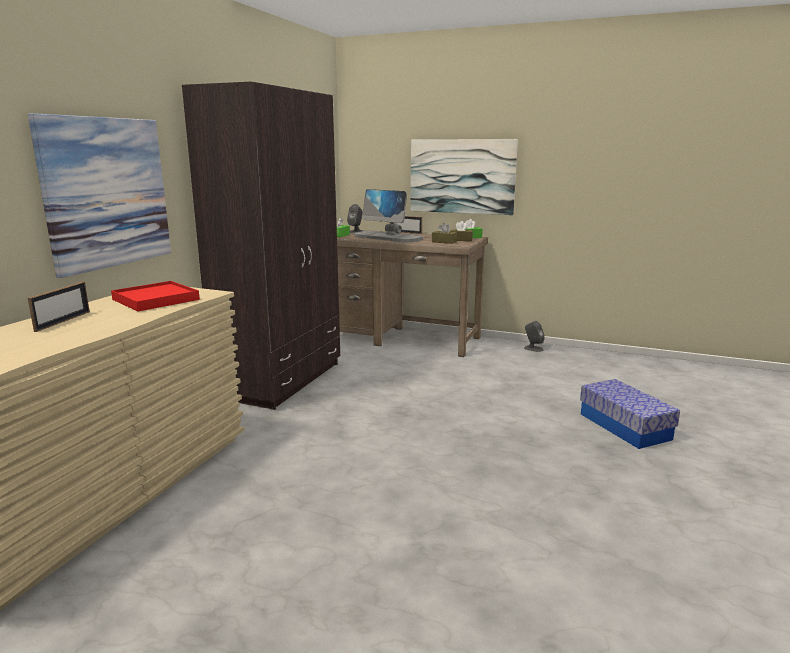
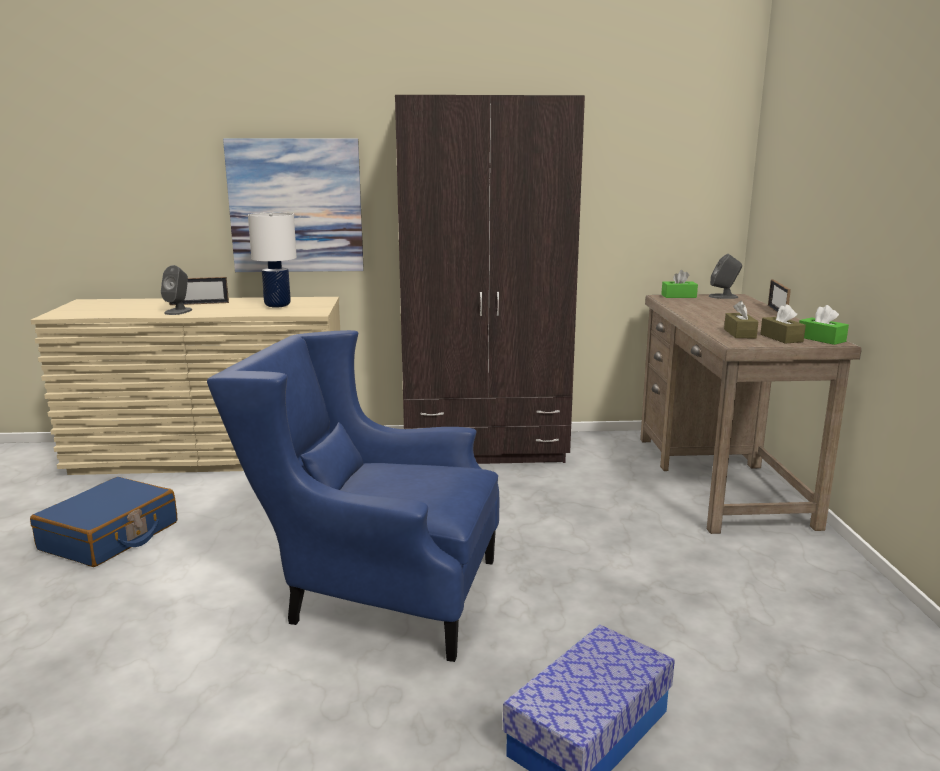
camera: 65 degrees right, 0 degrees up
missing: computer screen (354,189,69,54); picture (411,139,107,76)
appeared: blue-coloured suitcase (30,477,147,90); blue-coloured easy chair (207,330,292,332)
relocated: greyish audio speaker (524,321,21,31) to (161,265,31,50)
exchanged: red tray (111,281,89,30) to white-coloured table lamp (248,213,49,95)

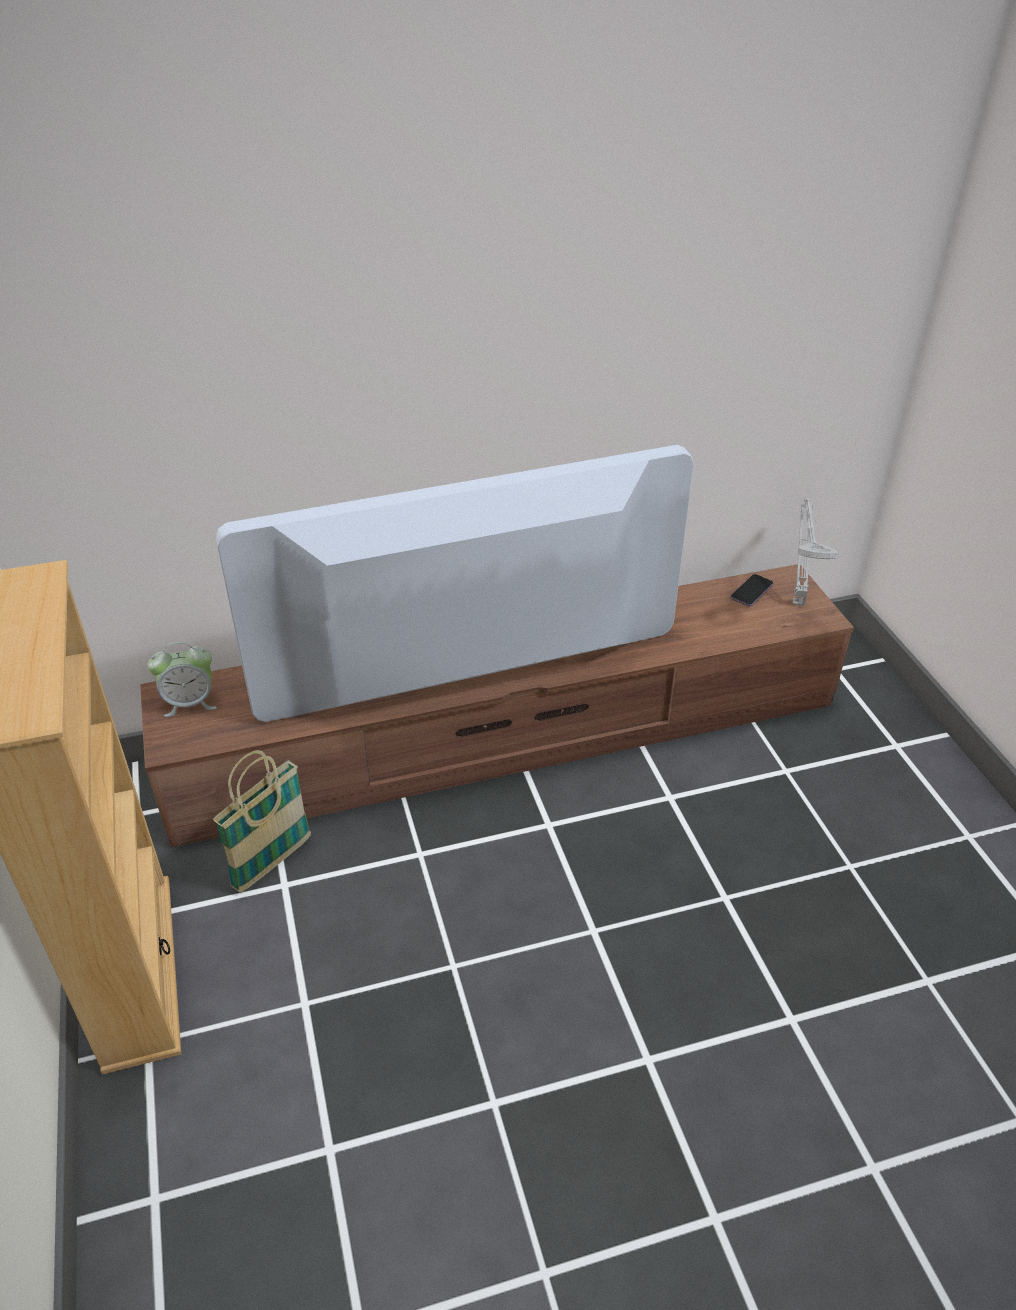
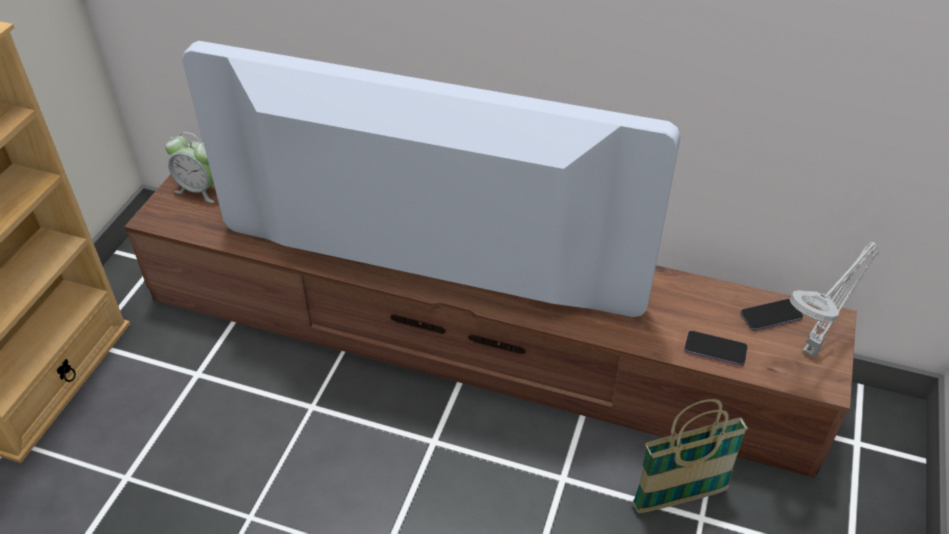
camera: 35 degrees right, 5 degrees up
appeared: handset (684,331,64,35)
relocated: basket (213,750,98,143) to (633,399,115,114)

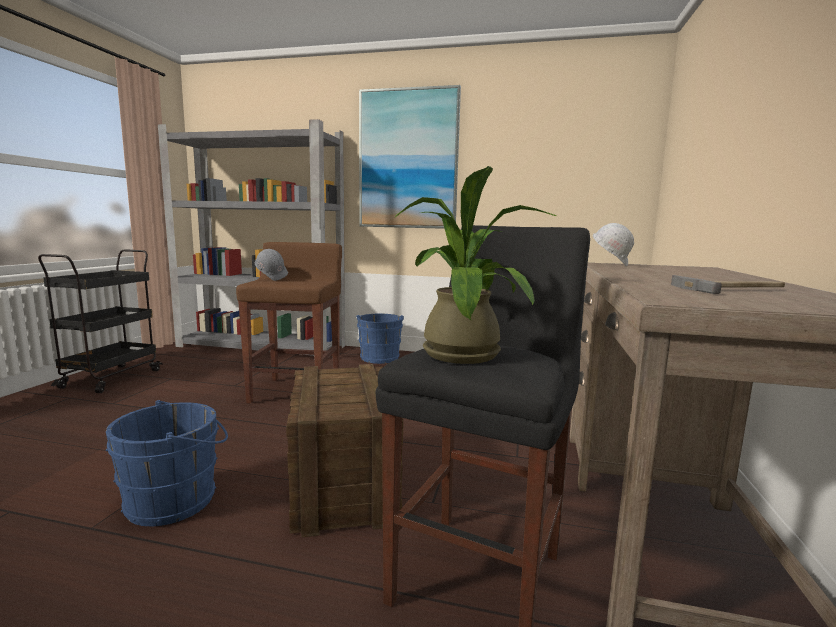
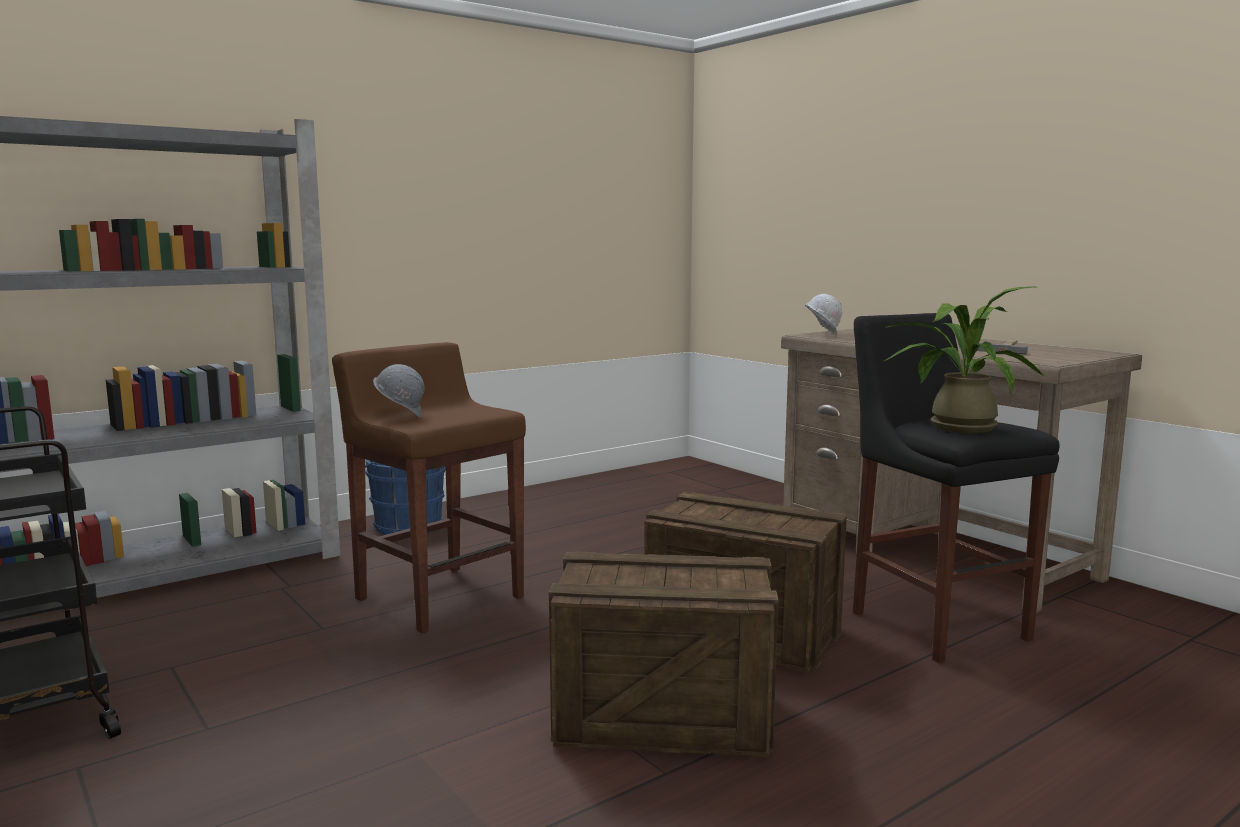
camera: 50 degrees left, 0 degrees up
missing: picture (359,85,102,144)
exchanged: blue-coloured bucket (106,400,122,126) to packing crate (549,551,229,207)

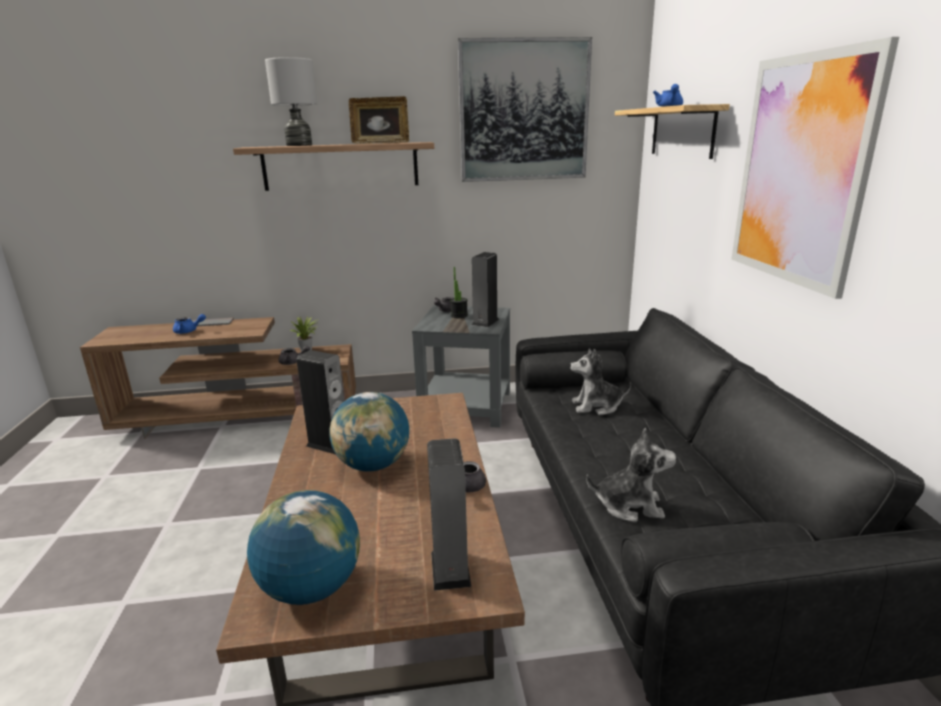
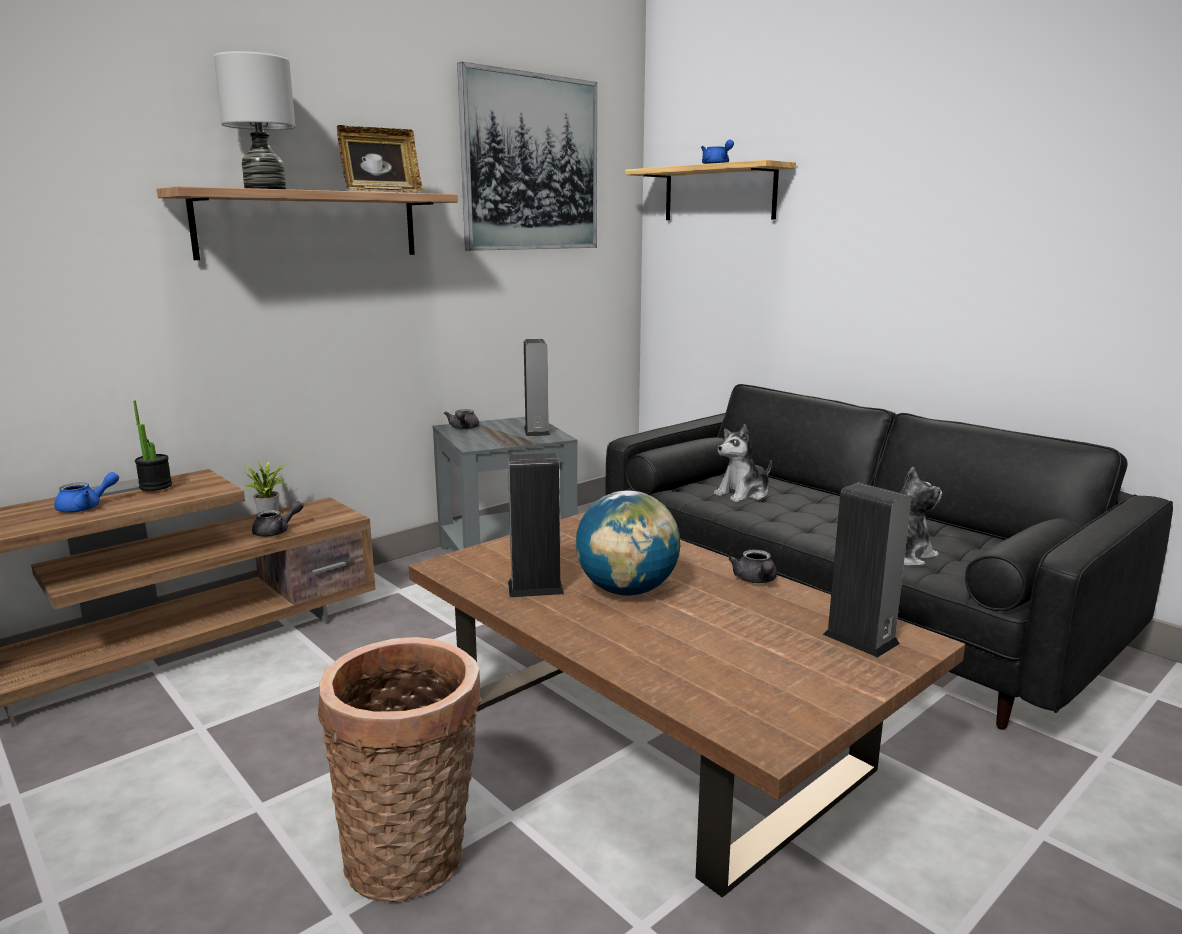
camera: 35 degrees left, 5 degrees down
missing: world globe (247,490,113,115); picture (731,37,168,262)
appeared: basket (318,637,164,265)
relocated: houseplant (451,267,17,51) to (133,400,39,91)

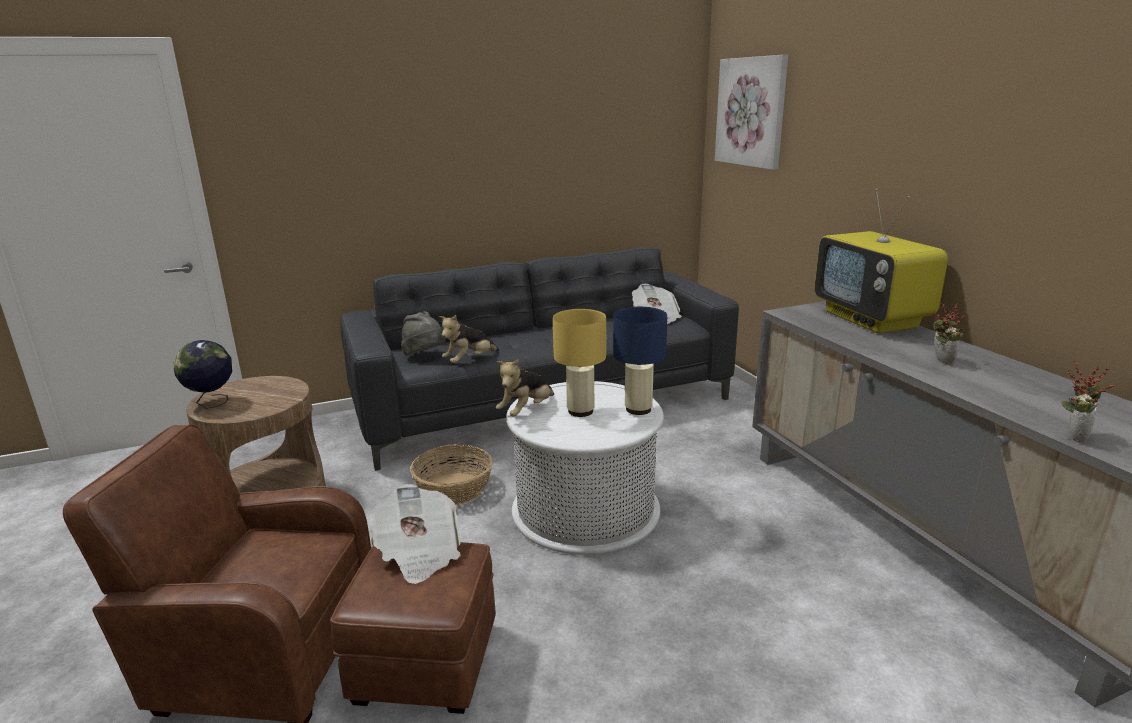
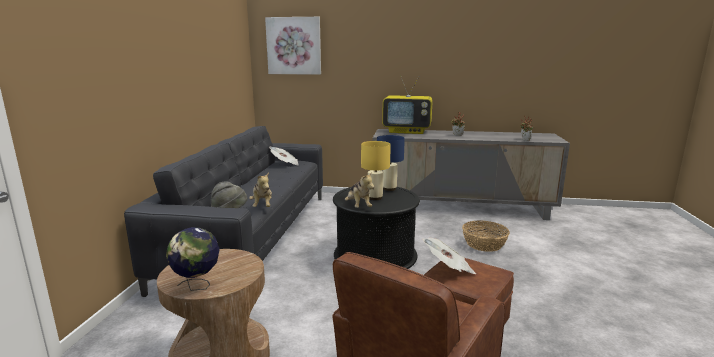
camera: 60 degrees left, 5 degrees down
relocated: basket (410,444,83,61) to (462,220,48,32)
colour: white-coloured low table (506,381,158,174) to black-coloured low table (333,187,87,82)

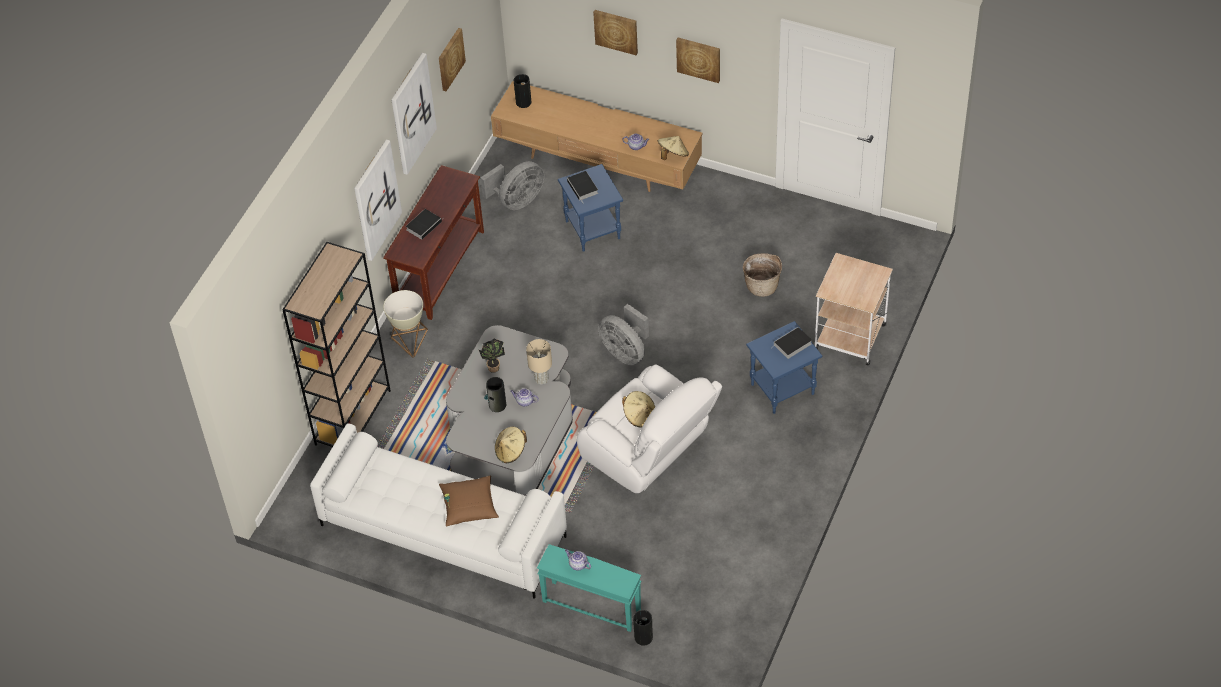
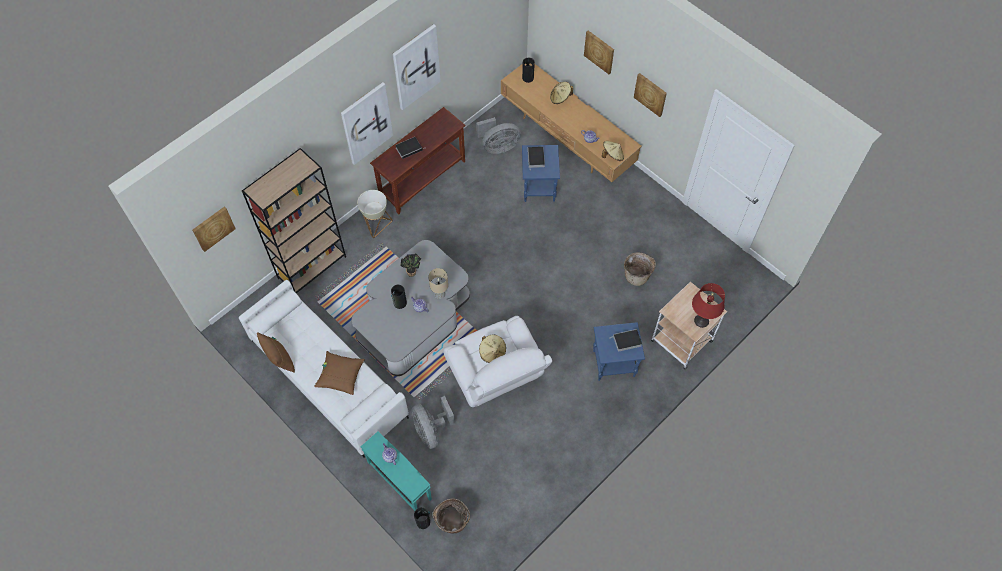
camera: 20 degrees right, 10 degrees up
appeared: brown pillow (257,332,38,41); basket (433,499,37,34); red table lamp (692,283,33,45)
relocated: picture (439,28,27,63) to (192,206,44,46); sand-coloured wearable hat (495,427,32,36) to (550,82,23,22); greyish electric fan (598,304,51,61) to (413,396,42,53)

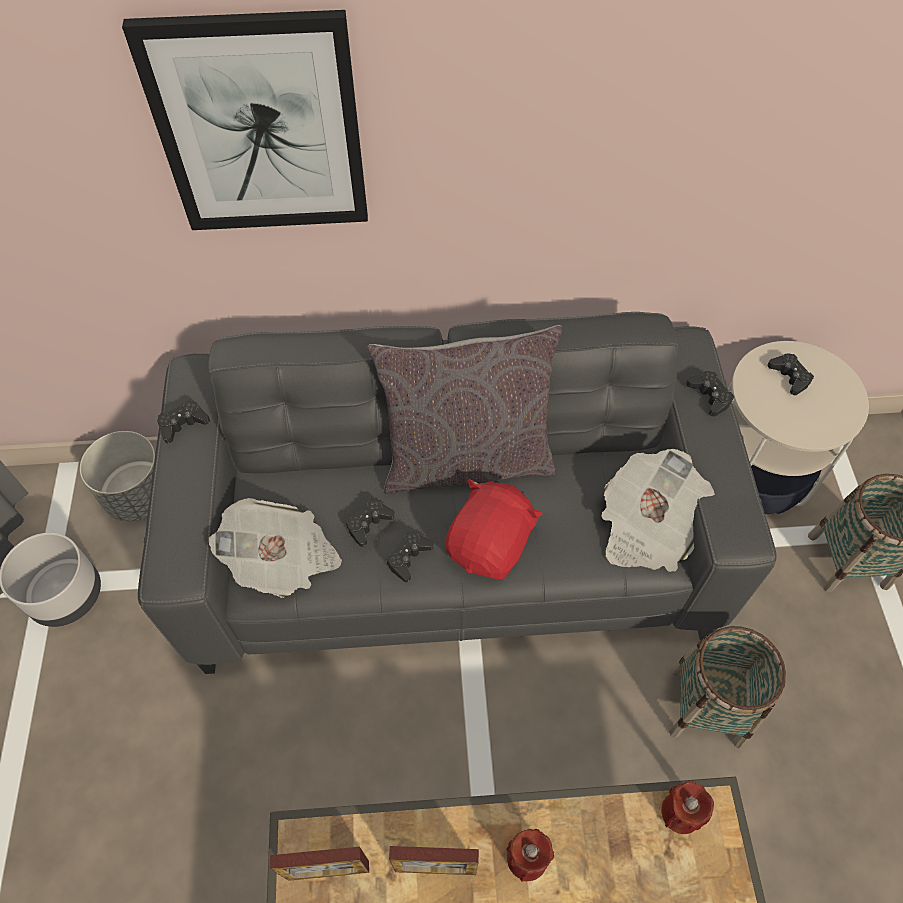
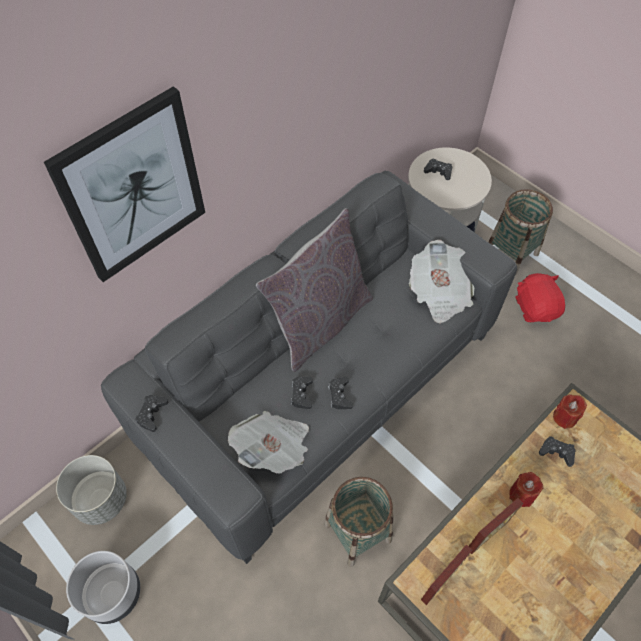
camera: 40 degrees left, 0 degrees up
relocated: red plush toy (446,479,96,100) to (516,273,49,49); basket (669,626,117,122) to (324,477,69,90); black-coloured joypad (686,371,48,46) to (539,436,36,31)

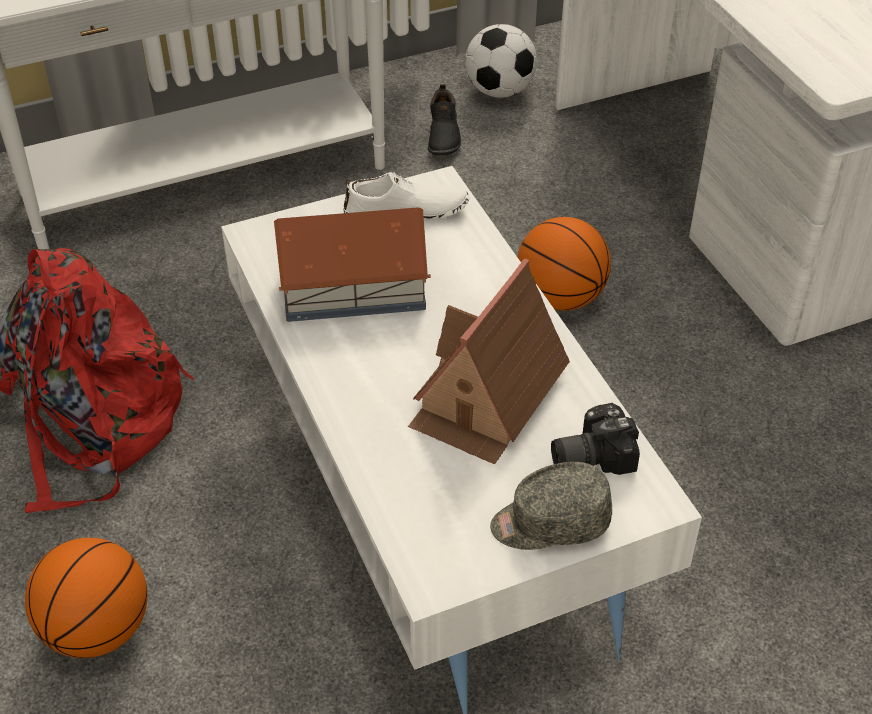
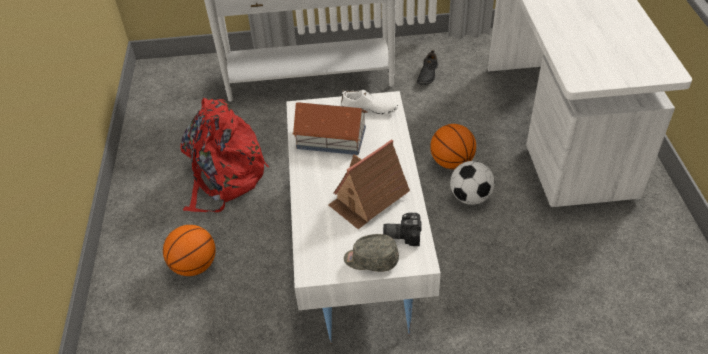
camera: 20 degrees right, 0 degrees up
relocated: football ball (465,24,72,74) to (450,161,45,44)

